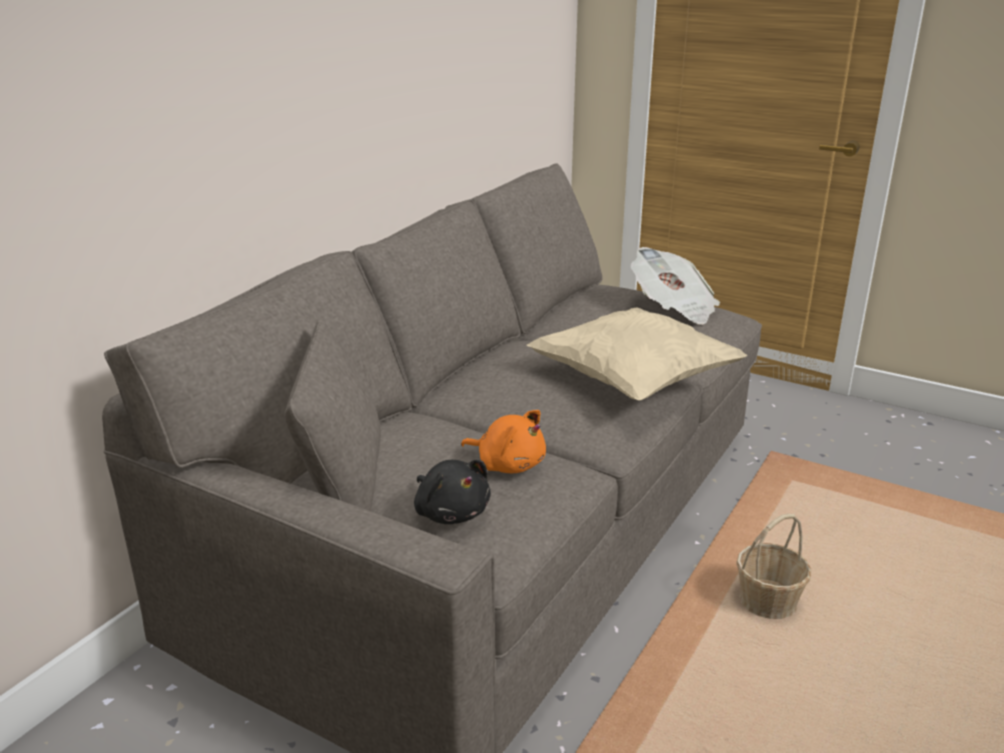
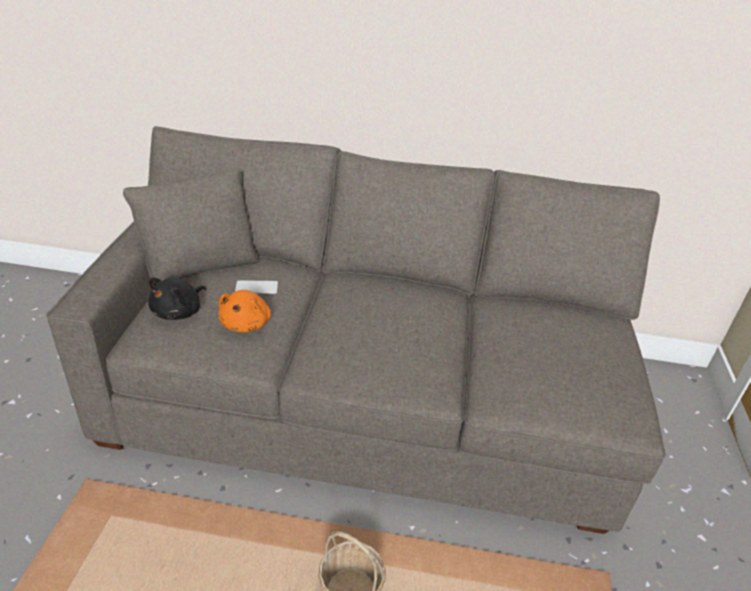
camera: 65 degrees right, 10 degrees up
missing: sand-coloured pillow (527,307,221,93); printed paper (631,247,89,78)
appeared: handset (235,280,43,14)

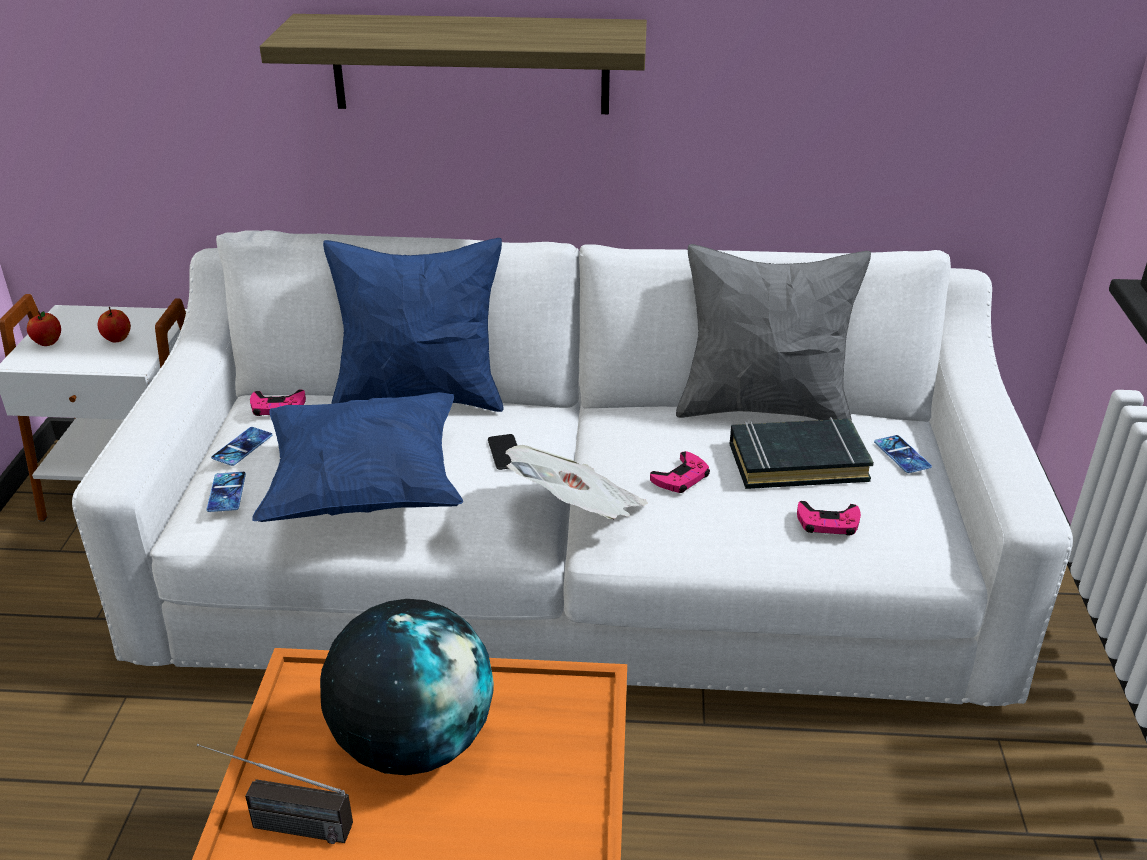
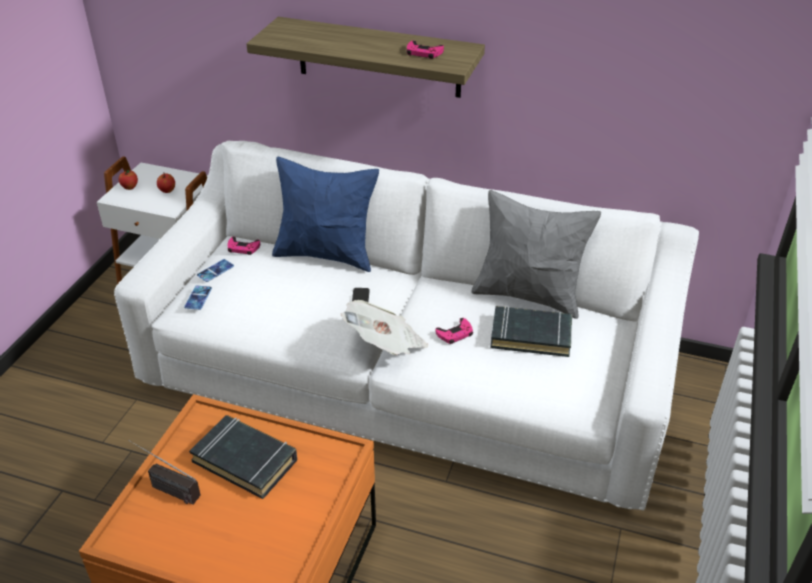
camera: 15 degrees right, 5 degrees up
missing: blue-coloured pillow (252,392,211,130); handset (874,435,58,38)
relocated: pink-coloured joypad (797,501,64,35) to (407,41,37,18)
exchanged: world globe (320,599,174,176) to black-coloured volume (189,415,108,84)

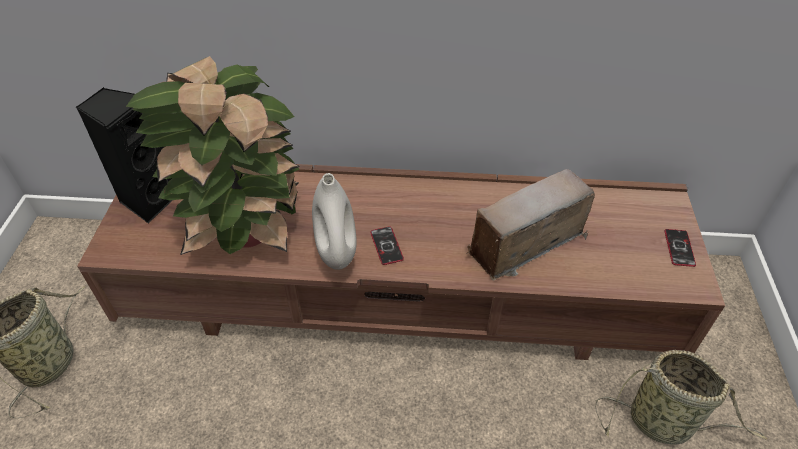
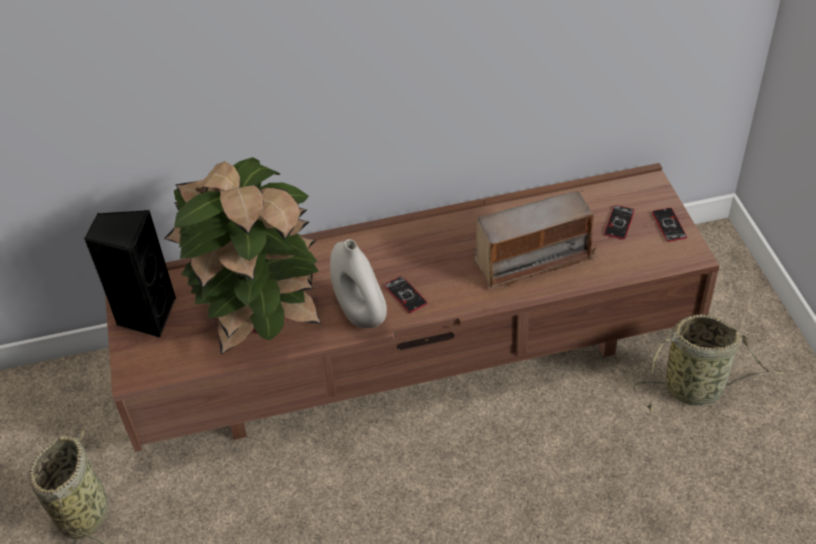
camera: 15 degrees left, 0 degrees up
appeared: handset (604,205,31,34)
spun: radio (467,169,128,111) = (474,190,122,98) 150 degrees counterclockwise

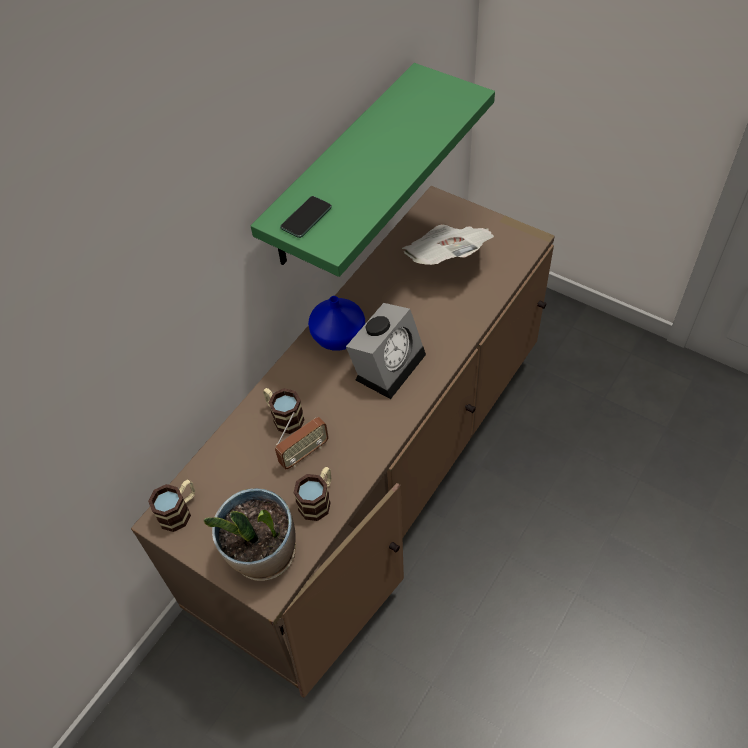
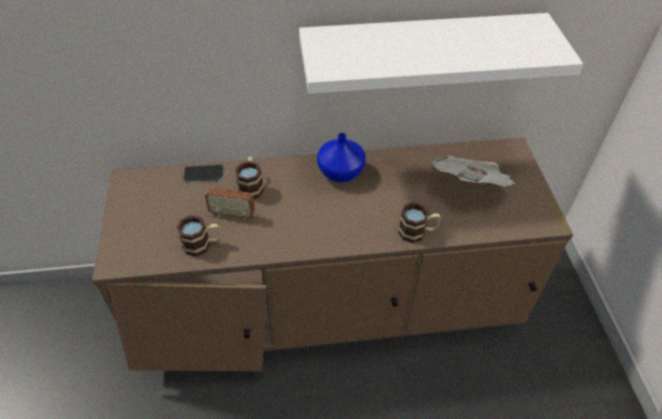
camera: 45 degrees right, 5 degrees down
missing: houseplant (204,488,92,93); bedside clock (346,303,80,96)
relocated: coffee mug (148,479,47,53) to (398,202,43,41); handset (280,196,52,42) to (183,165,41,17)
colour: greenish bracket shelf (251,63,244,214) to white-coloured bracket shelf (299,13,284,81)

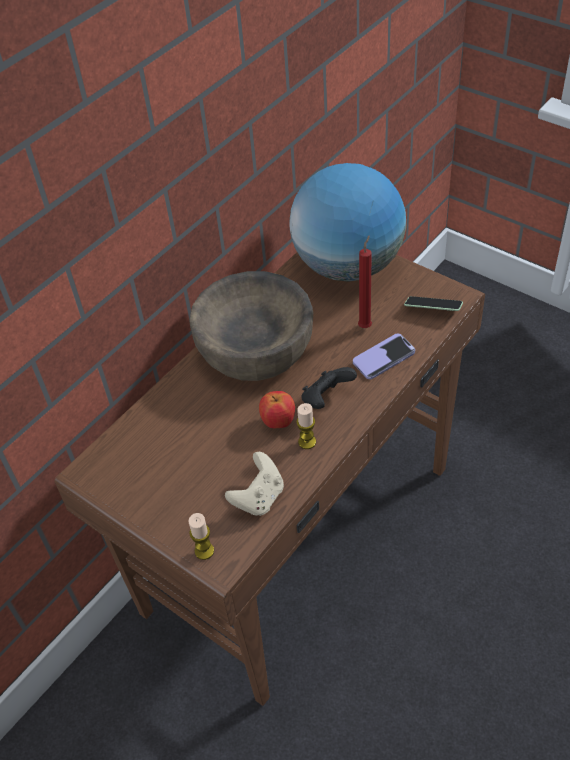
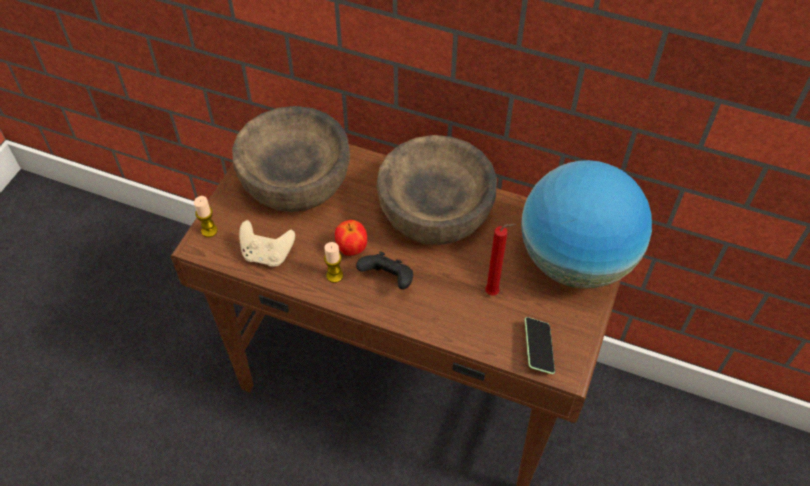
camera: 70 degrees right, 5 degrees up
missing: handset (353,334,62,45)
appeared: brown bowl (232,106,118,106)

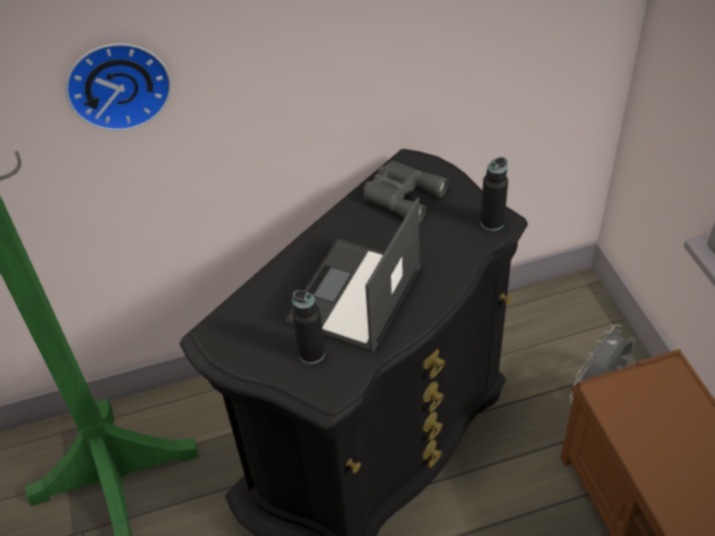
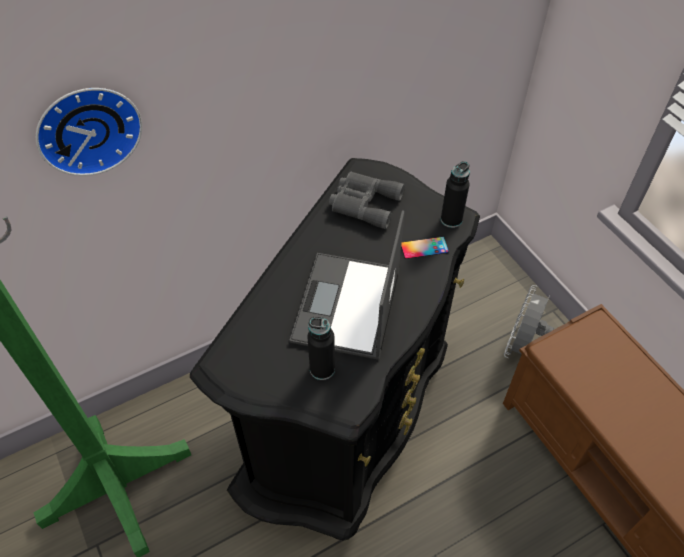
camera: 15 degrees left, 5 degrees up
appeared: handset (401,236,48,23)

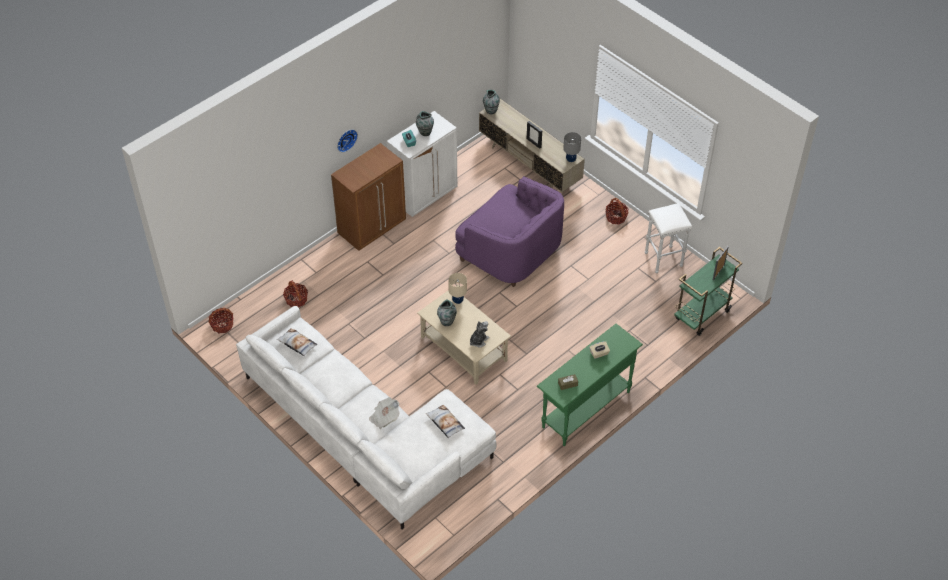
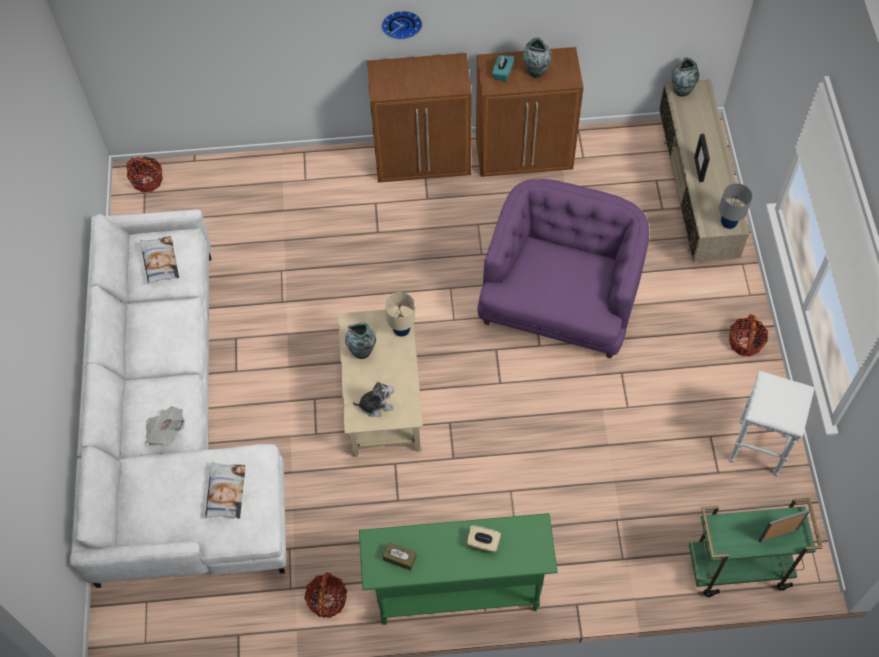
camera: 40 degrees right, 10 degrees up
relocated: basket (283,280,25,27) to (304,572,43,46)
colour: white-coloured storage cabinet (387,111,70,106) to brown storage cabinet (476,47,108,130)
spun: purplish easy chair (455,176,109,111) = (478,179,171,180) 150 degrees counterclockwise

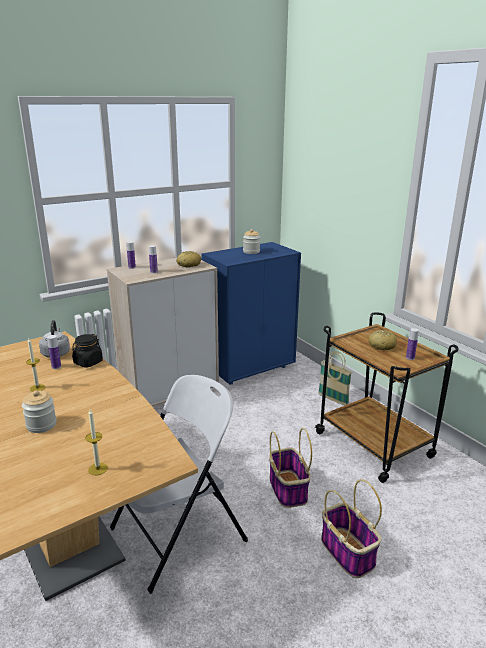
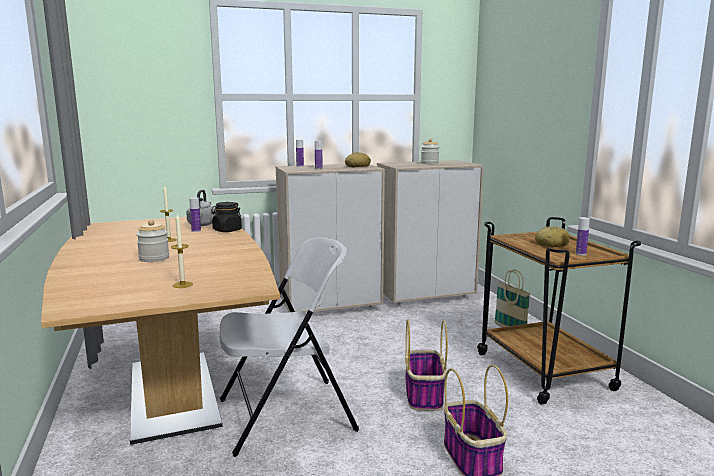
camera: 15 degrees right, 10 degrees down
colour: blue-coloured storage cabinet (201,242,100,142) to sand-coloured storage cabinet (377,160,107,147)

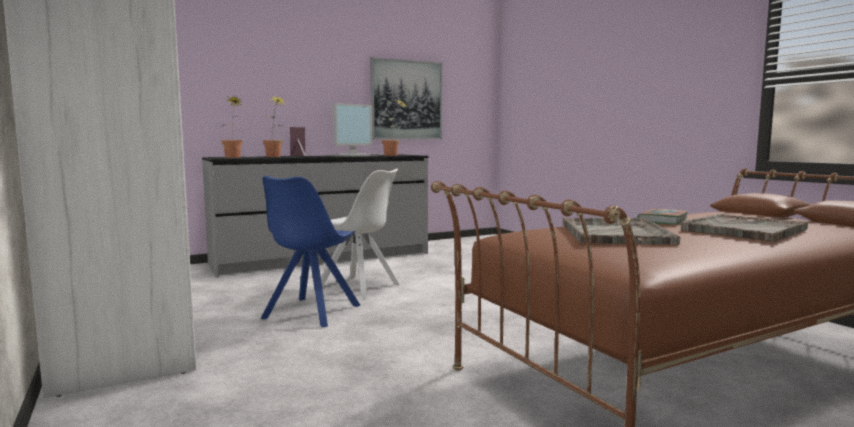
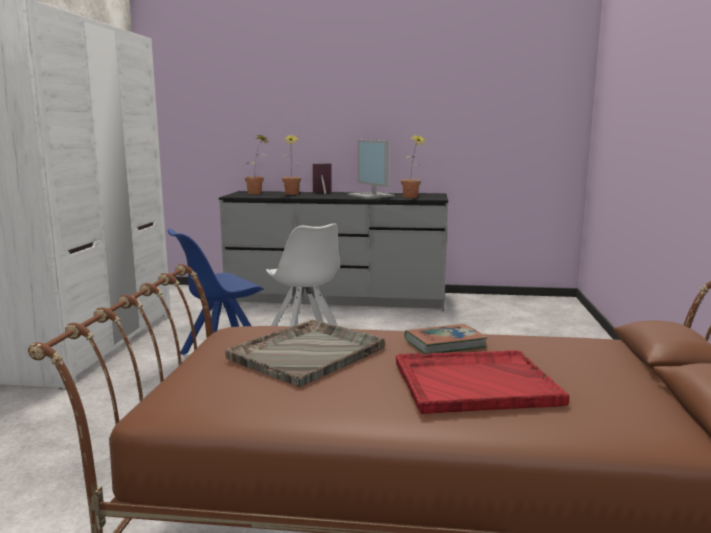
camera: 35 degrees right, 5 degrees up
missing: picture (370,57,72,82)
colour: greyish tray (681,214,127,28) to red tray (396,350,173,64)
spun: computer screen (332,103,46,54) = (348,140,47,59) 75 degrees clockwise

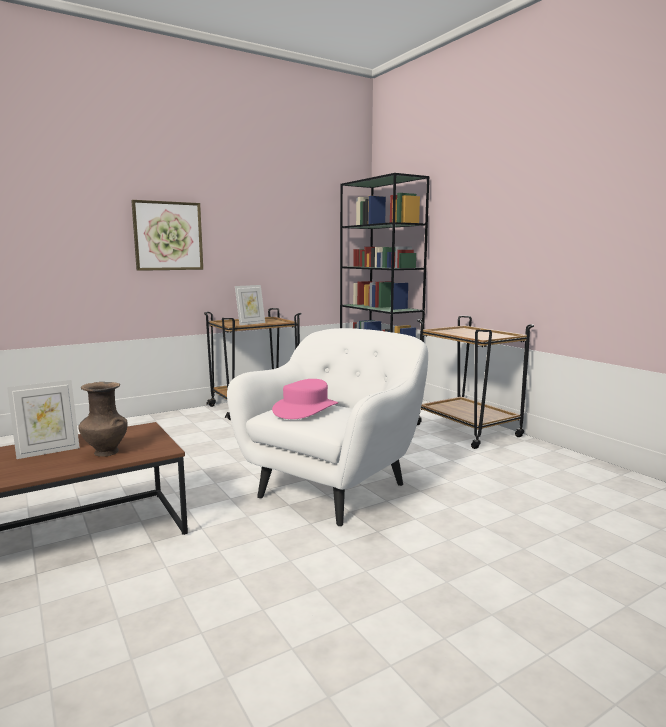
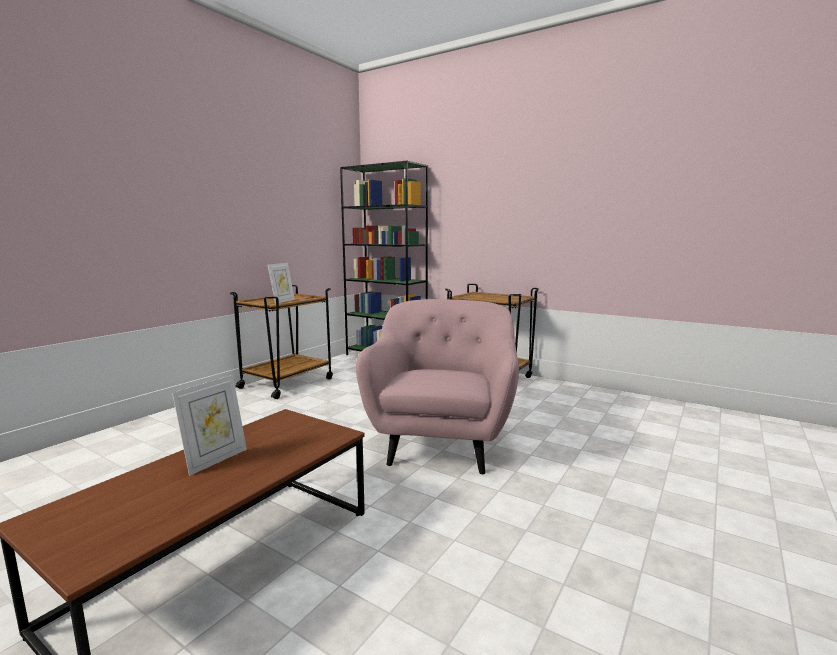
camera: 25 degrees left, 0 degrees up
missing: brown vase (78,382,50,75); picture (131,200,72,71); pink-coloured wearable hat (272,379,66,40)
colour: white-coloured easy chair (227,328,201,198) to pink-coloured easy chair (356,299,163,175)

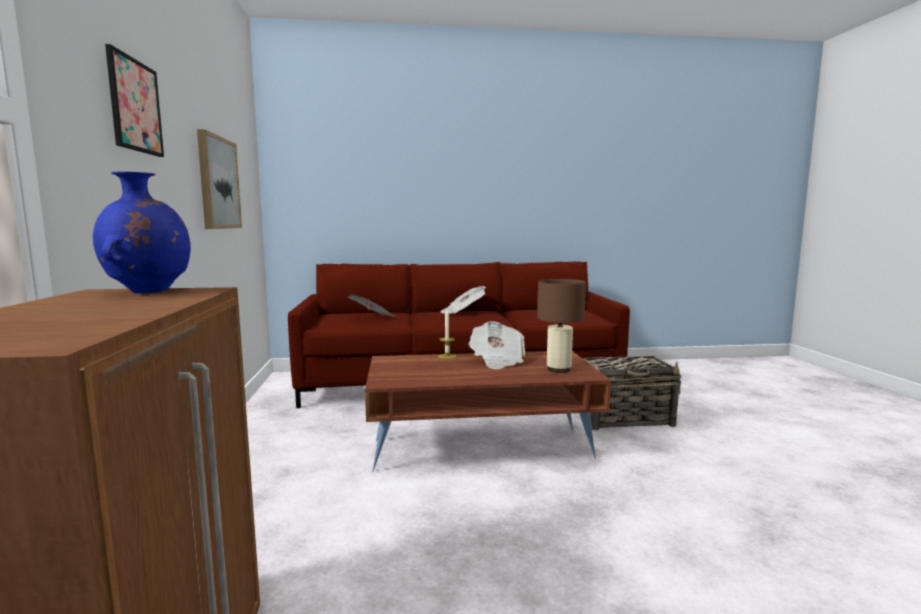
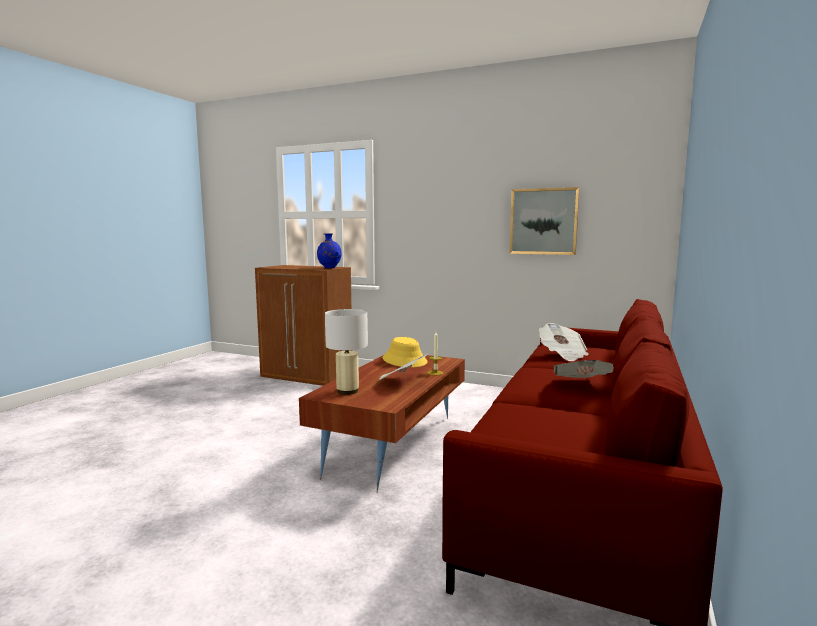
camera: 120 degrees right, 0 degrees up
missing: picture (105,44,59,113); basket (582,356,99,74)
appeared: yellowish wearable hat (382,337,45,30)
colour: brown table lamp (537,279,49,94) to white-coloured table lamp (325,309,43,86)

